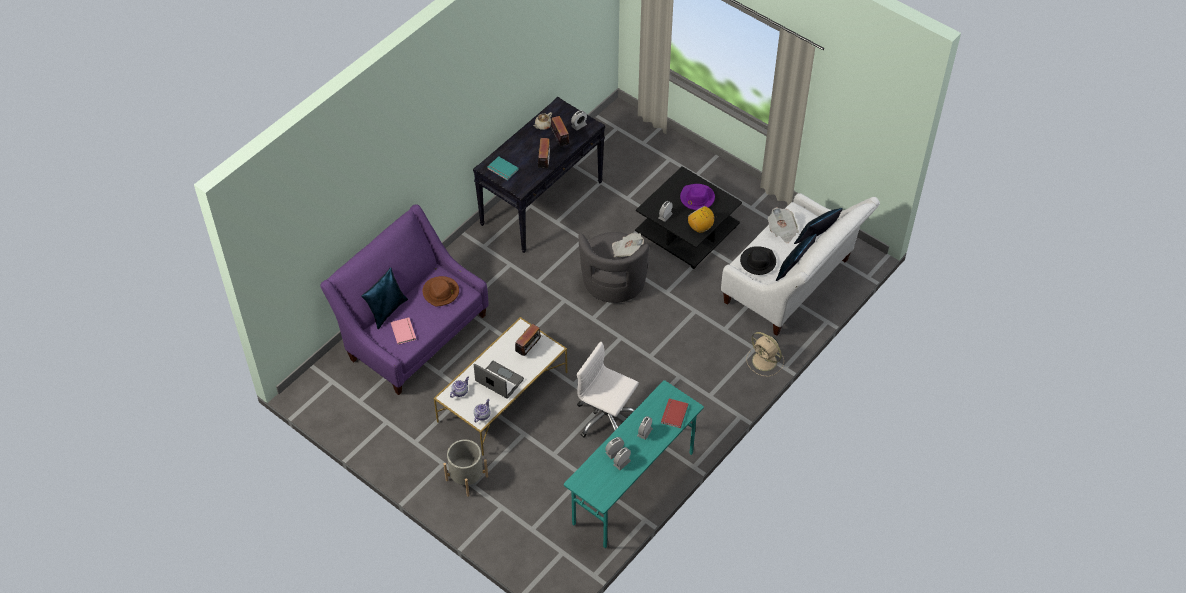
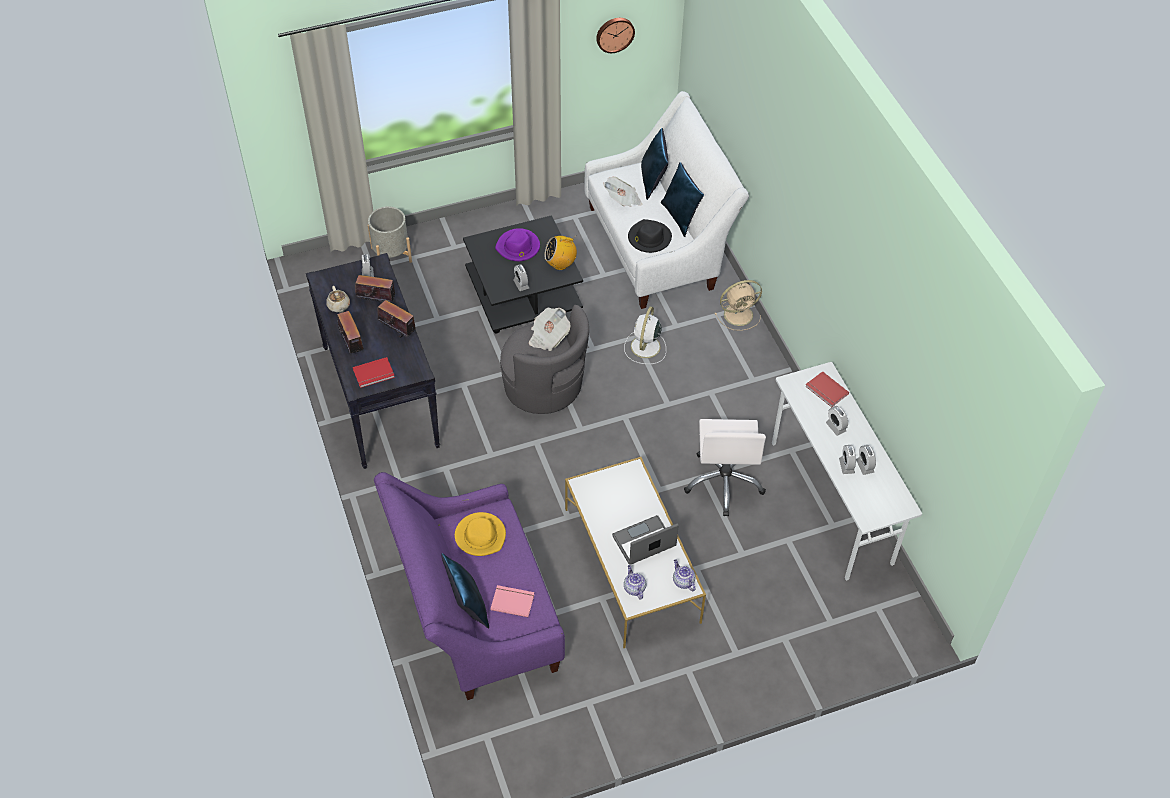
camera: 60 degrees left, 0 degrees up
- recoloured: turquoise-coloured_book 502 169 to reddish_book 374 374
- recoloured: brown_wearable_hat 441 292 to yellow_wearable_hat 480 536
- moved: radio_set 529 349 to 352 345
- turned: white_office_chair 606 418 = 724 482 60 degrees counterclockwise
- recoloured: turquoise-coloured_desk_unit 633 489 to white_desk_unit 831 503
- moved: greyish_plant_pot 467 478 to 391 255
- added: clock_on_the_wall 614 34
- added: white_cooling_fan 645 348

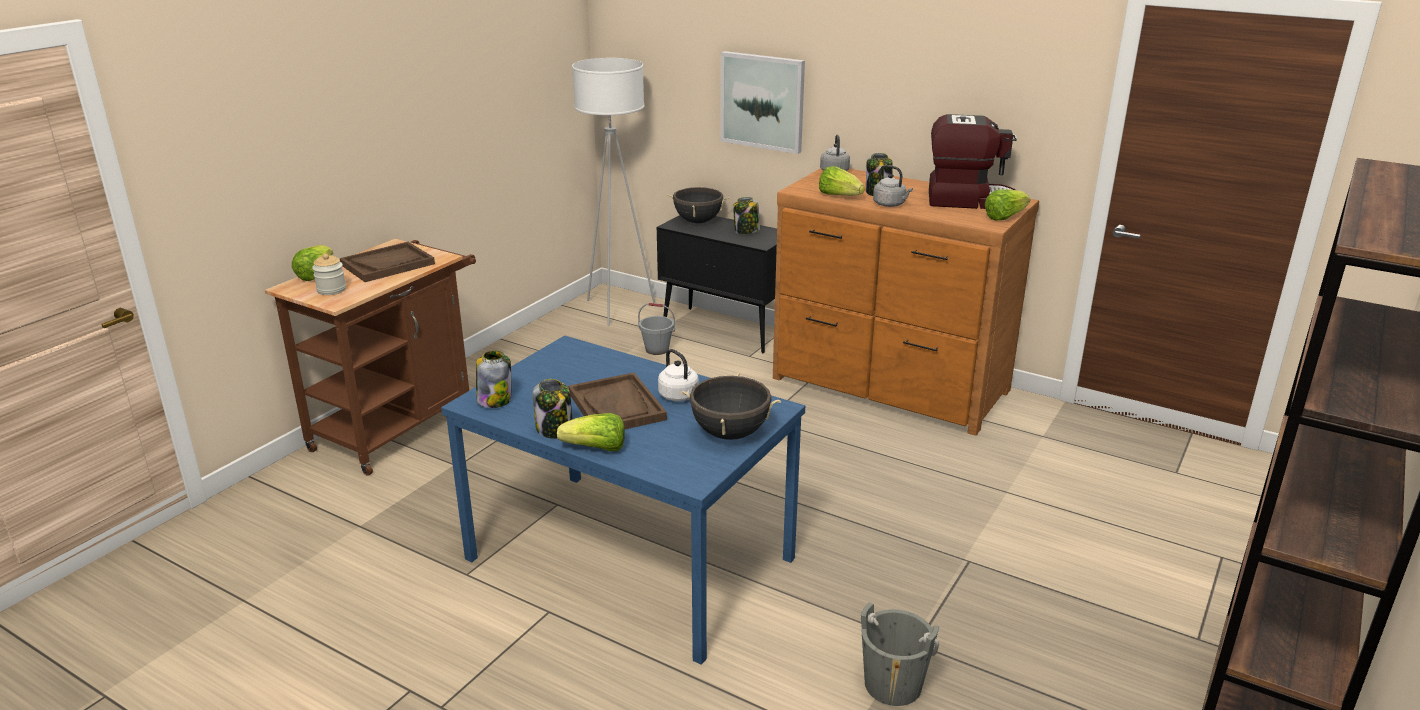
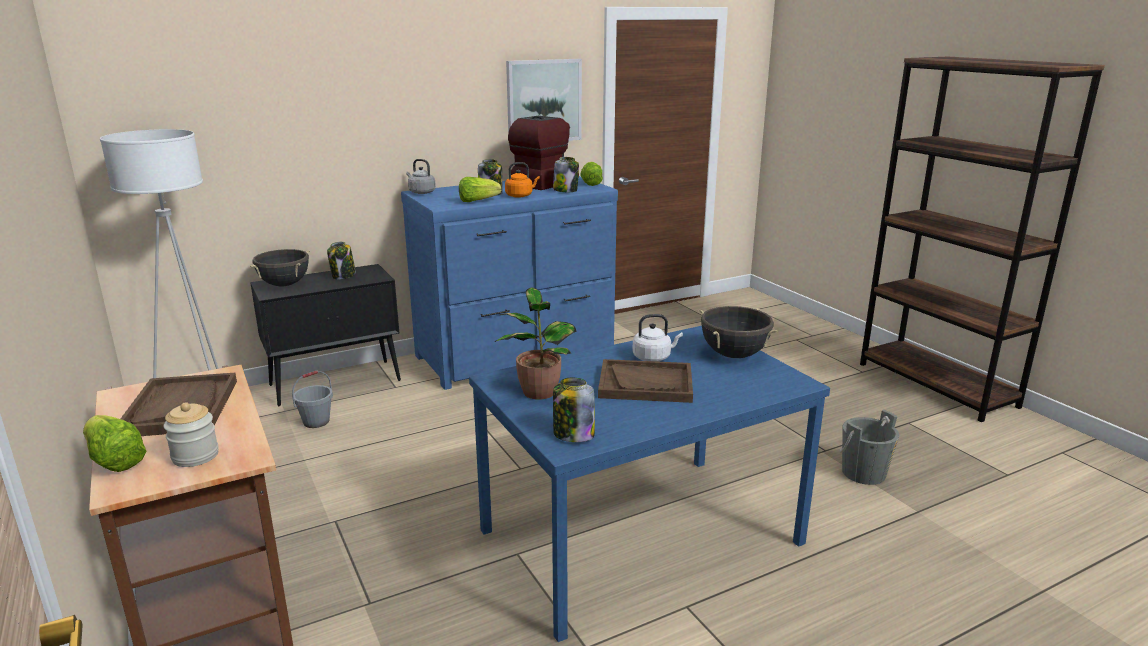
camera: 60 degrees left, 5 degrees down
- moved: picture 762 101 to 543 101
- recoloured: greyish_water_kettle 890 204 to orange-coloured_water_kettle 520 196
- recoloured: brown_dresser 889 386 to blue_dresser 517 355
- moved: jar 555 429 to 565 190
- removed: head_of_lettuce 596 449
- added: houseplant 538 391

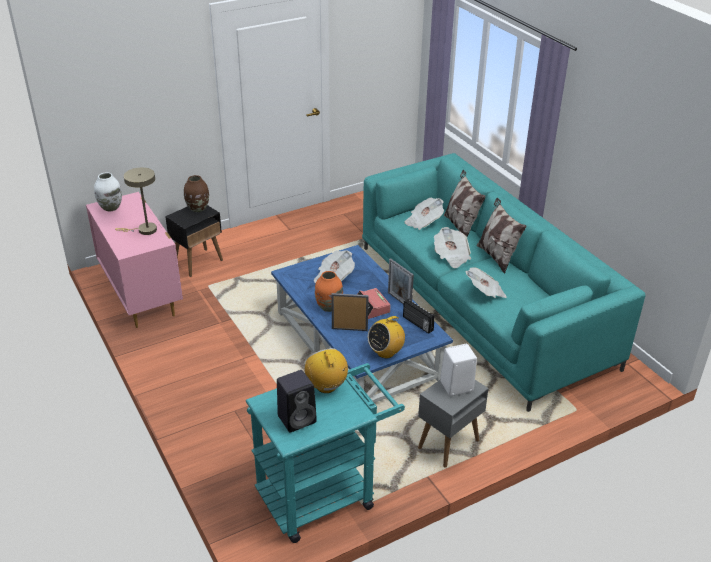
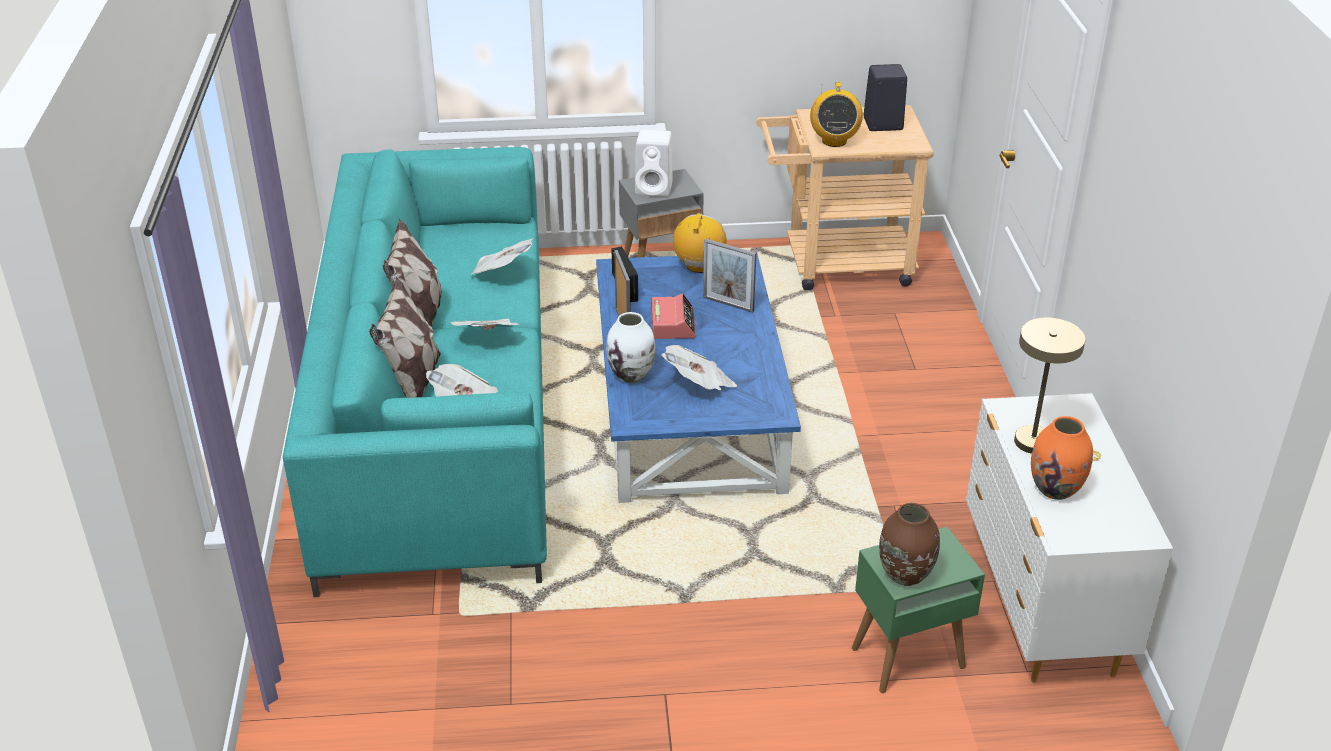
camera: 155 degrees left, 0 degrees up
- moved: white_flower_vase 110 207 to 631 375
- recoloured: pink-coloured_dresser 141 295 to white_dresser 1042 608
- recoloured: black_accent_table 198 262 to green-coloured_accent_table 907 658
- moved: orange-coloured_flower_vase 328 307 to 1055 489
- turned: radio_set 386 352 = 699 266 60 degrees counterclockwise
- recoloured: turquoise-coloured_wheeled_cart 324 493 to sand-coloured_wheeled_cart 836 264

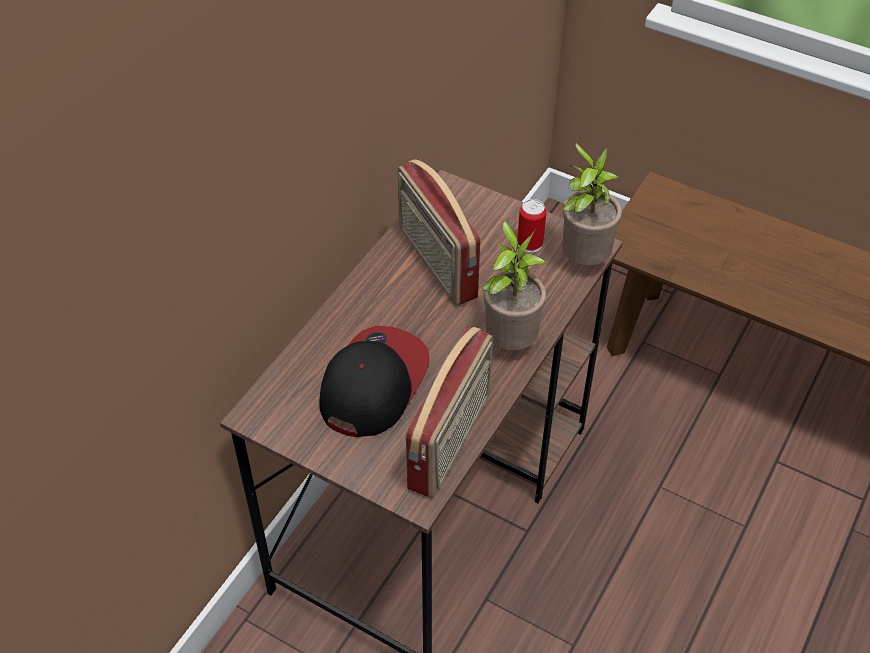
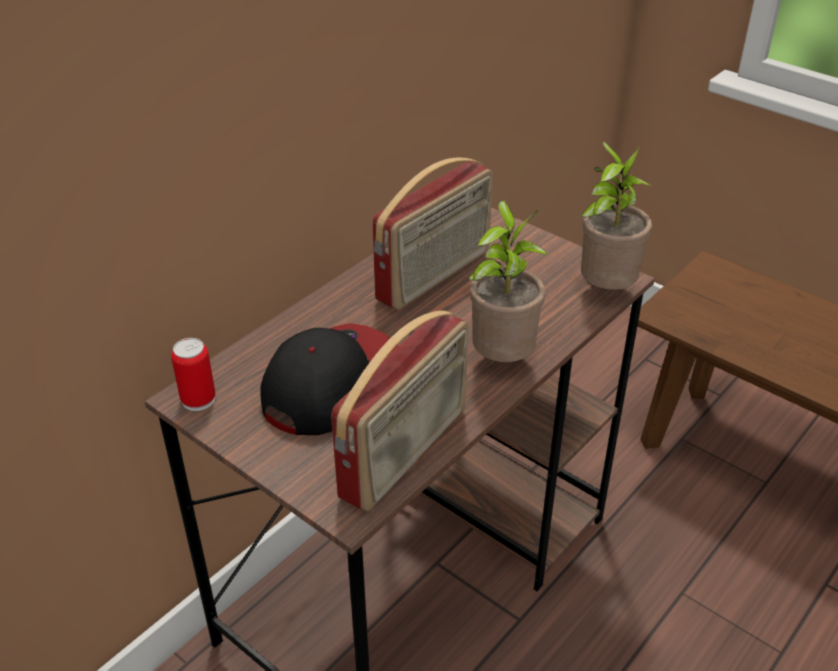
camera: 10 degrees right, 10 degrees down
- turned: radio_set 435 263 = 435 276 120 degrees counterclockwise
- moved: can 530 244 to 198 399

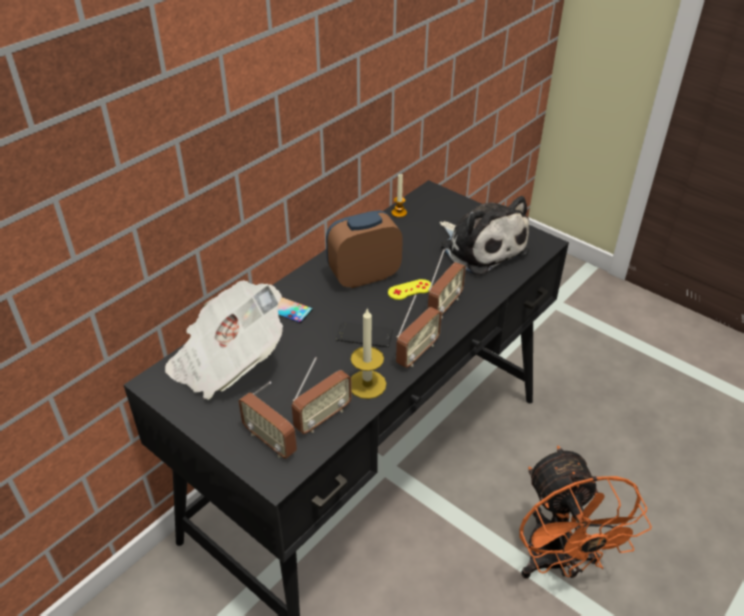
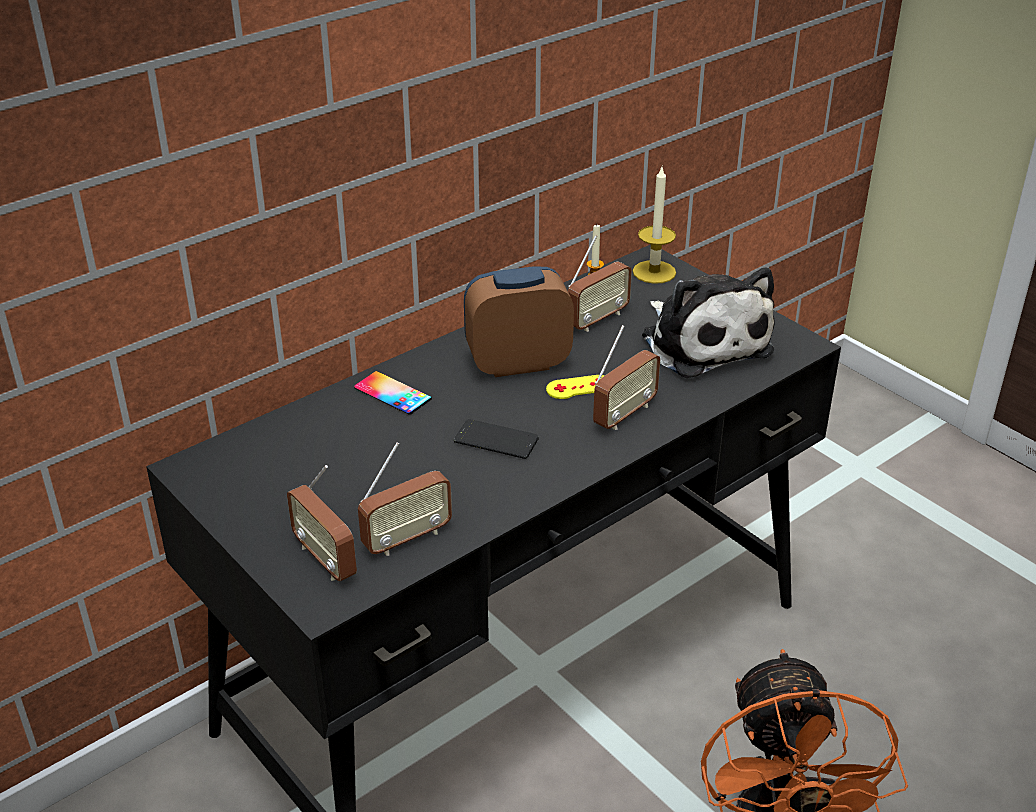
camera: 10 degrees right, 5 degrees down
- removed: daily_paper 227 361
- moved: radio_set 417 353 to 597 319
- moved: wax_light 367 384 to 654 272

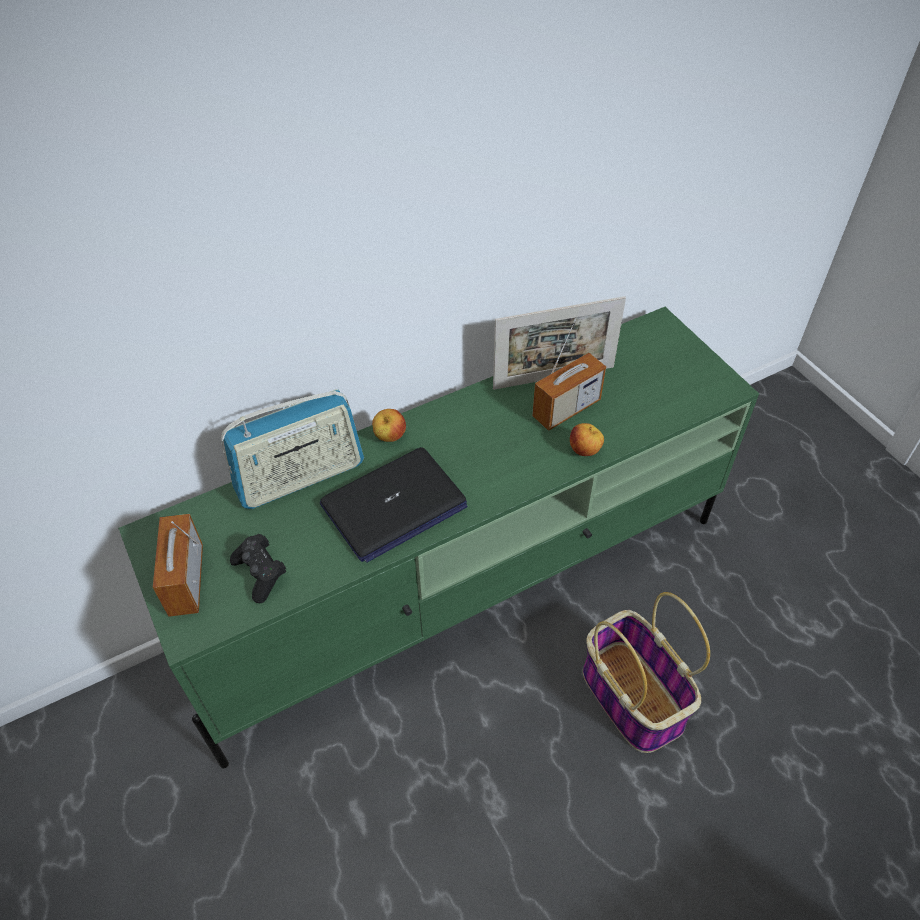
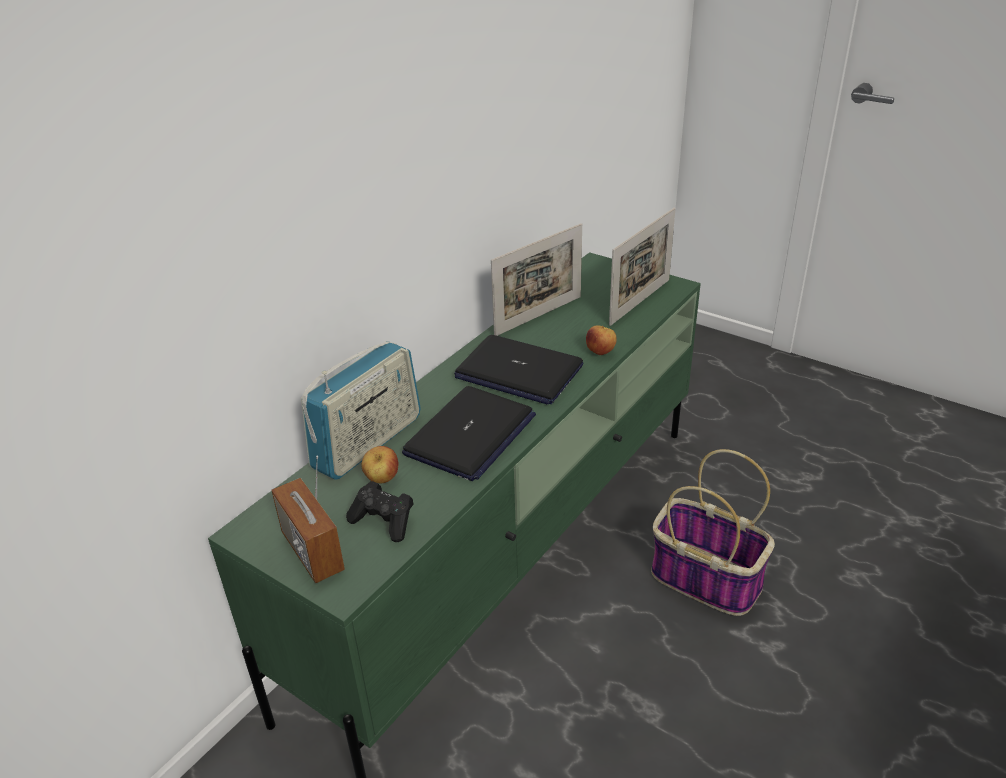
camera: 25 degrees left, 15 degrees down
- removed: radio_set 566 409
- moved: apple_fruit 389 437 to 382 479
- added: photo_frame 640 302
- added: laptop 518 372

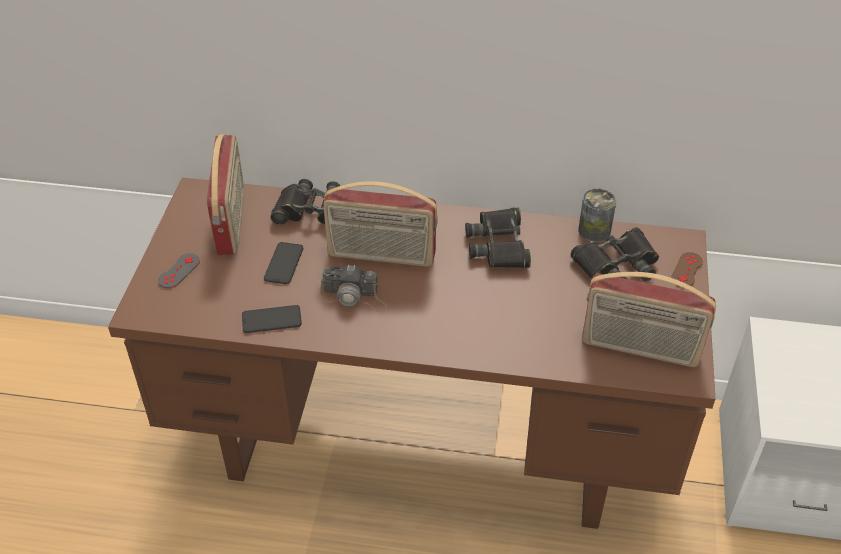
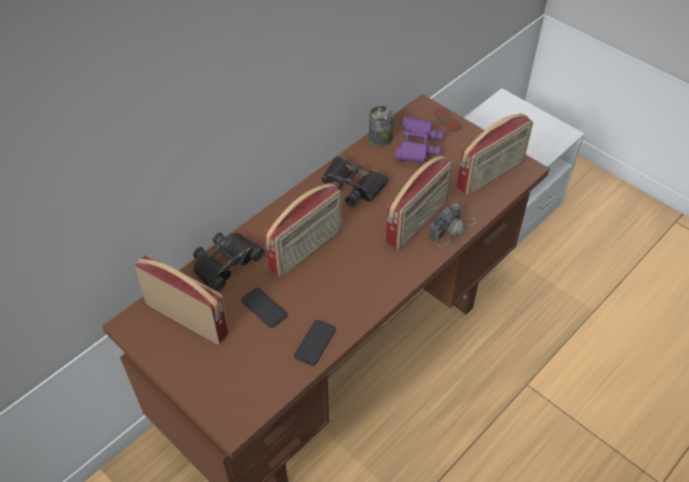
camera: 55 degrees left, 5 degrees up
- recoloured: black_pair_of_binoculars 617 265 to purple_pair_of_binoculars 417 145
- removed: greyish_game_controller 179 271
- moved: still_camera 354 297 to 452 229
- added: radio_set 417 223

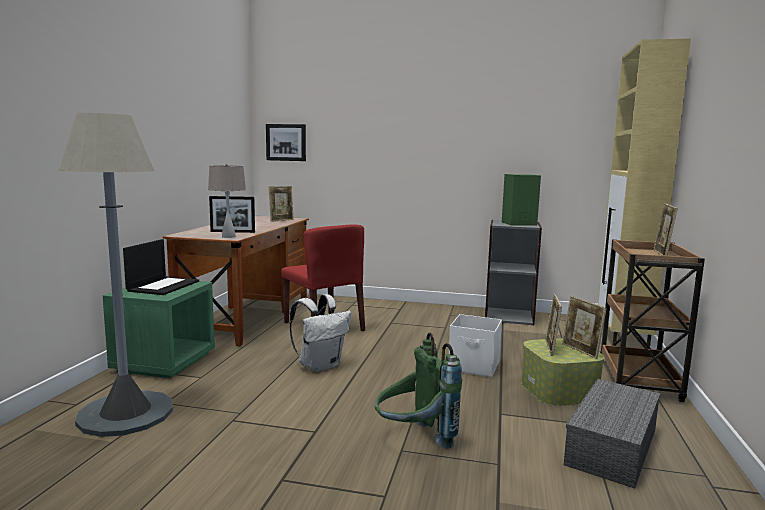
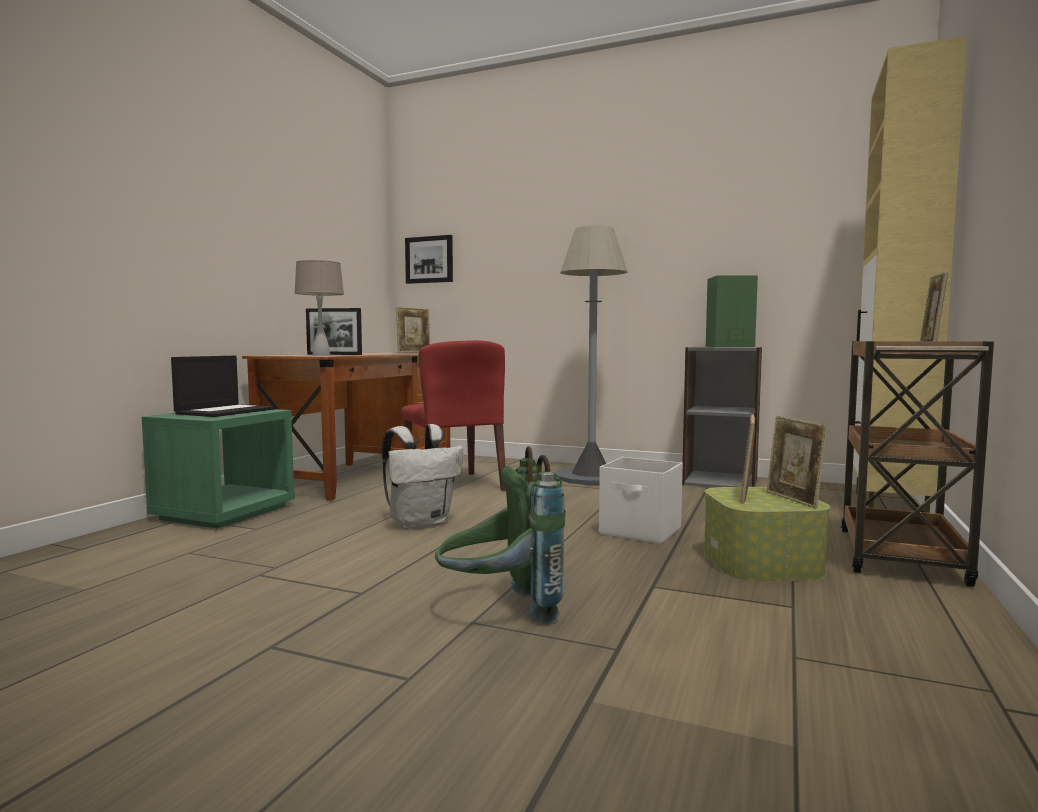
camera: 10 degrees right, 5 degrees down
- moved: greyish_standard_lamp 126 413 to 591 476
- removed: greyish_storage_container 613 448

